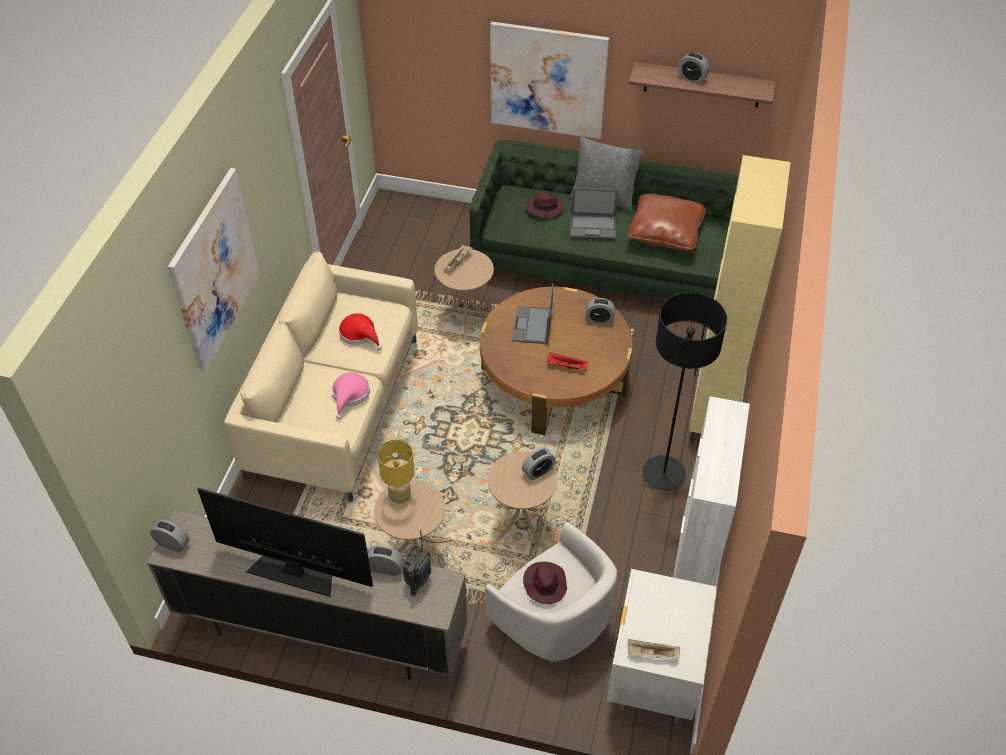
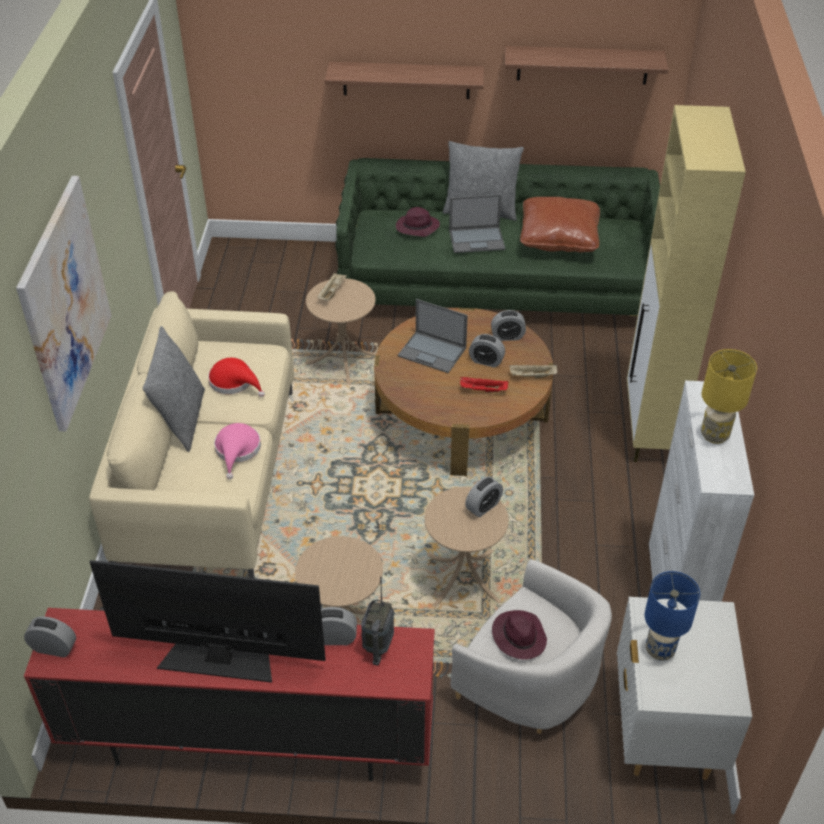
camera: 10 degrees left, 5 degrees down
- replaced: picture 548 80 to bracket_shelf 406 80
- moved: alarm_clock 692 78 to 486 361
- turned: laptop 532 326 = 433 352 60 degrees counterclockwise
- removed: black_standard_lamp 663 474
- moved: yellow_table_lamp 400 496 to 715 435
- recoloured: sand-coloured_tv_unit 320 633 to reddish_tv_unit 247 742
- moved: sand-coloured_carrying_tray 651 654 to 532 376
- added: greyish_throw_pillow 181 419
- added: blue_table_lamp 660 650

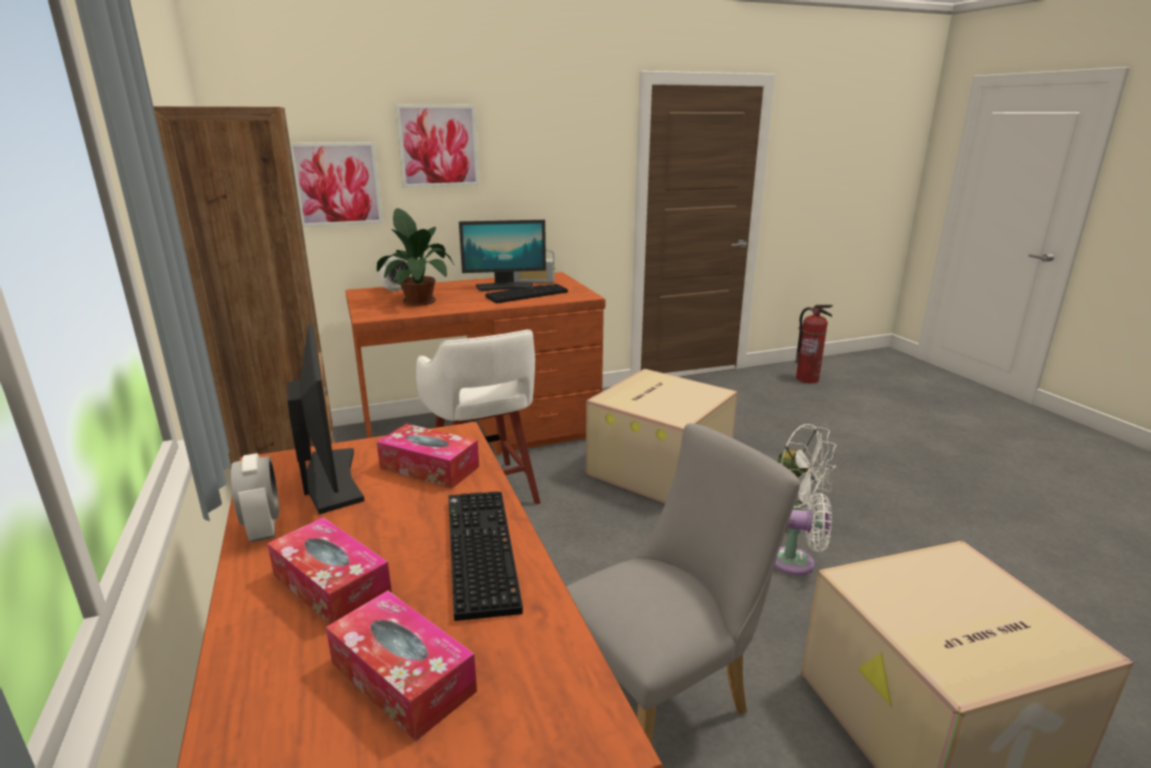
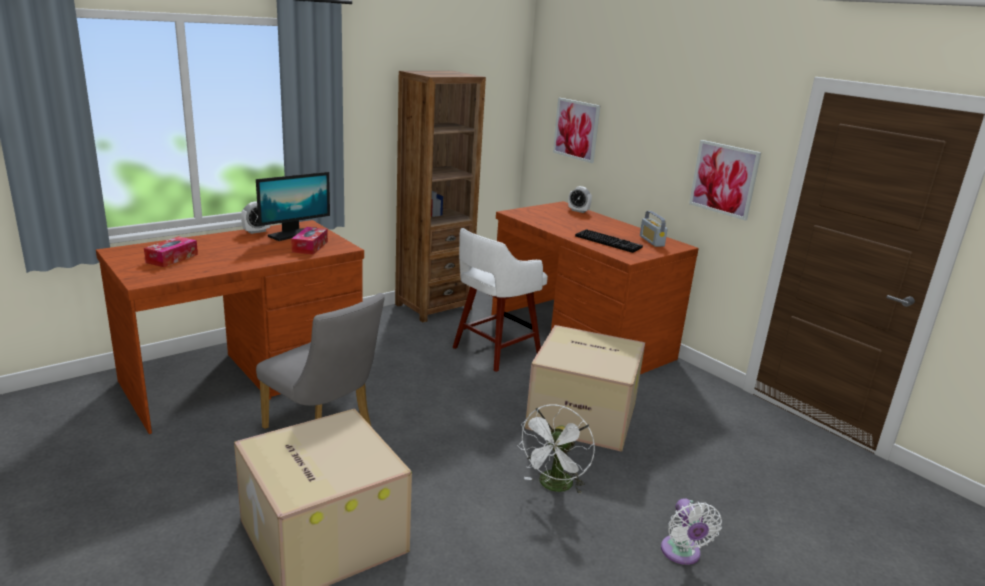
camera: 70 degrees right, 0 degrees up
- moved: picture 438 146 to 724 179
- removed: houseplant 419 300
- removed: computer_screen 505 287
- removed: fire_extinguisher 807 379
- removed: computer_keyboard 477 550
- moved: white_cooling_fan 798 562 to 682 554
- removed: box_of_tissues 331 585

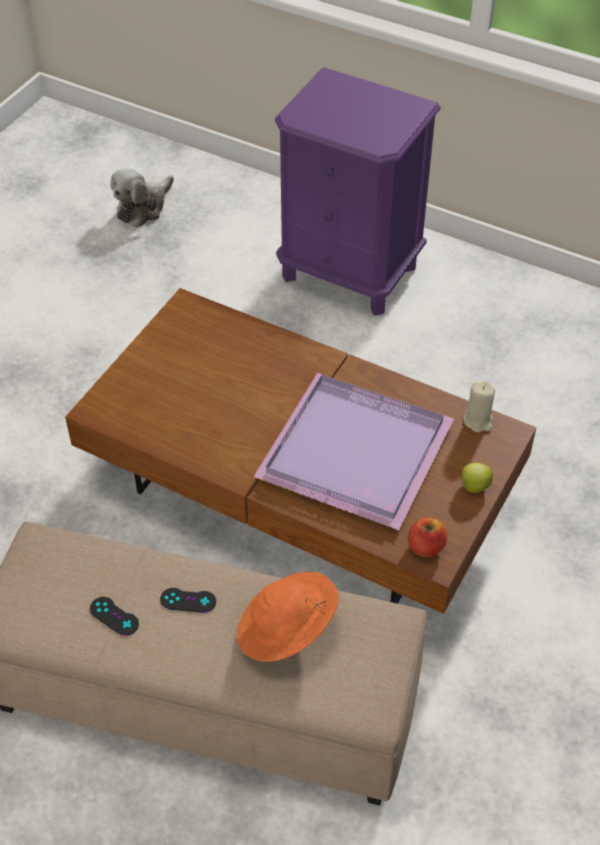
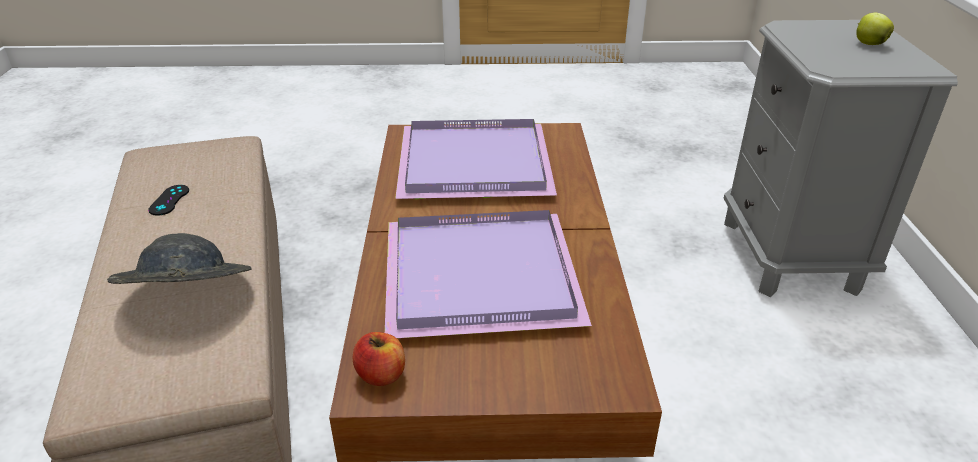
camera: 60 degrees right, 15 degrees down
- recoloured: purple_bedside_table 350 271 to greyish_bedside_table 790 255
- removed: soft_toy 143 207
- removed: sand-coloured_wax_light 478 421
- moved: apple_fruit 473 486 to 868 44
- recoloured: orange-coloured_wearable_hat 286 630 to greyish_wearable_hat 187 298
- removed: black_game_controller 188 600
- added: purple_carrying_tray 477 162

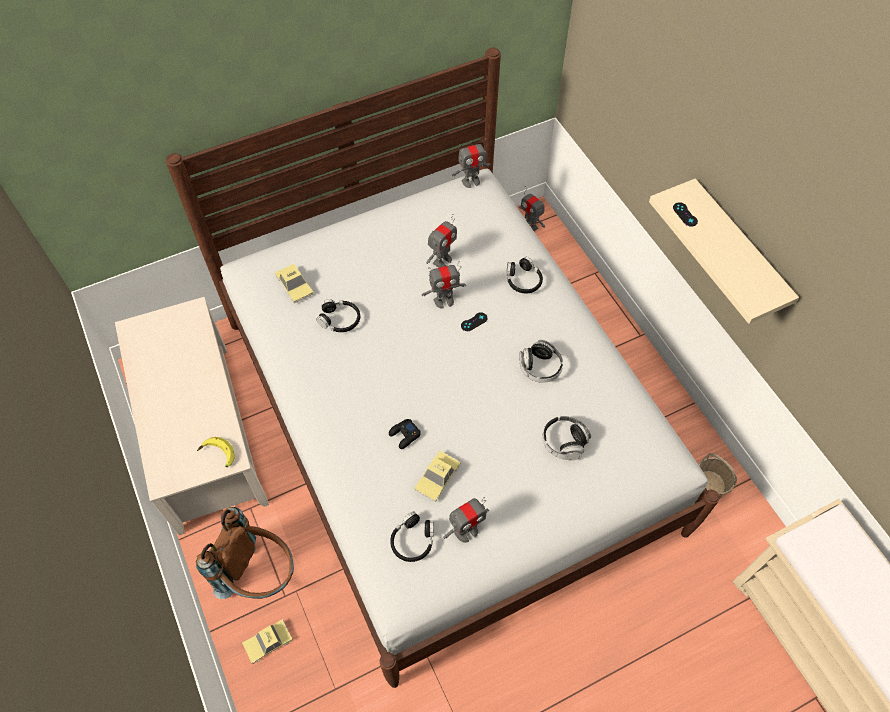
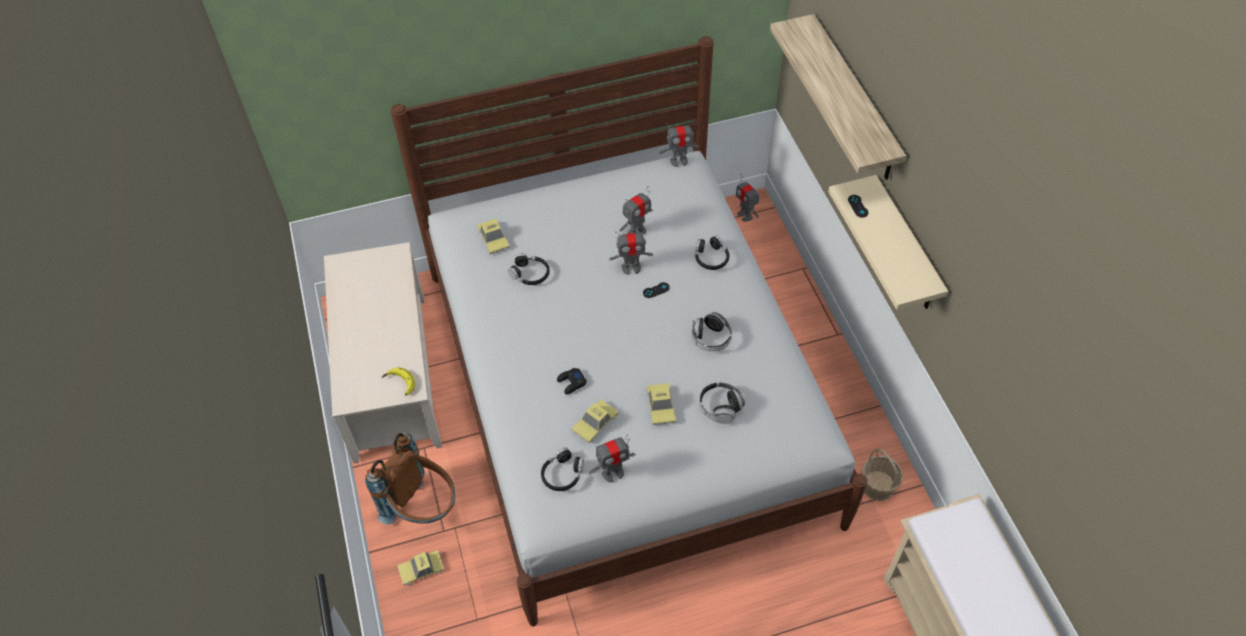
camera: 10 degrees right, 5 degrees down
- added: bracket_shelf 853 100
- added: model_car 660 406

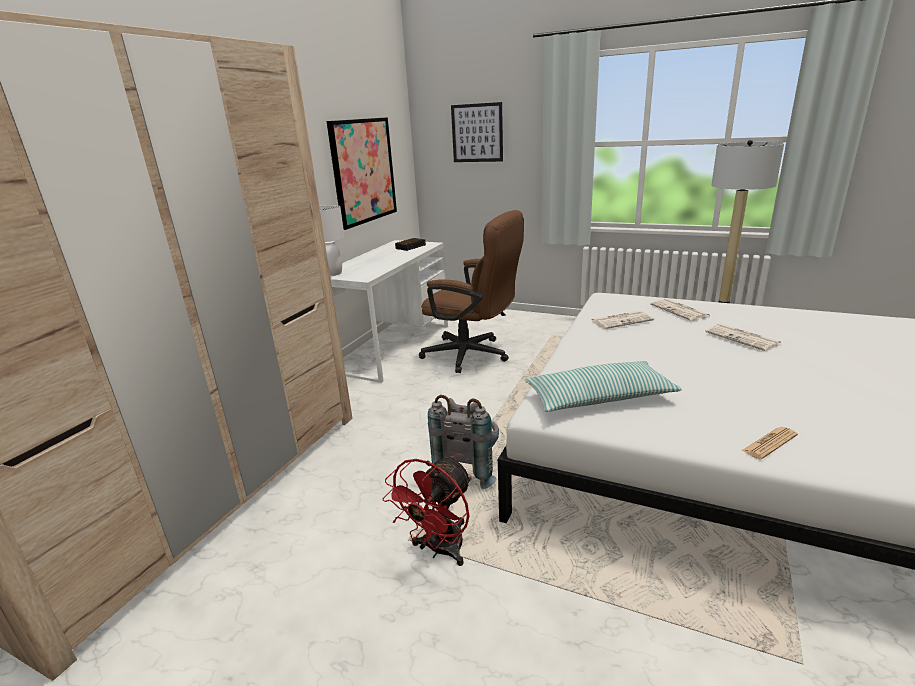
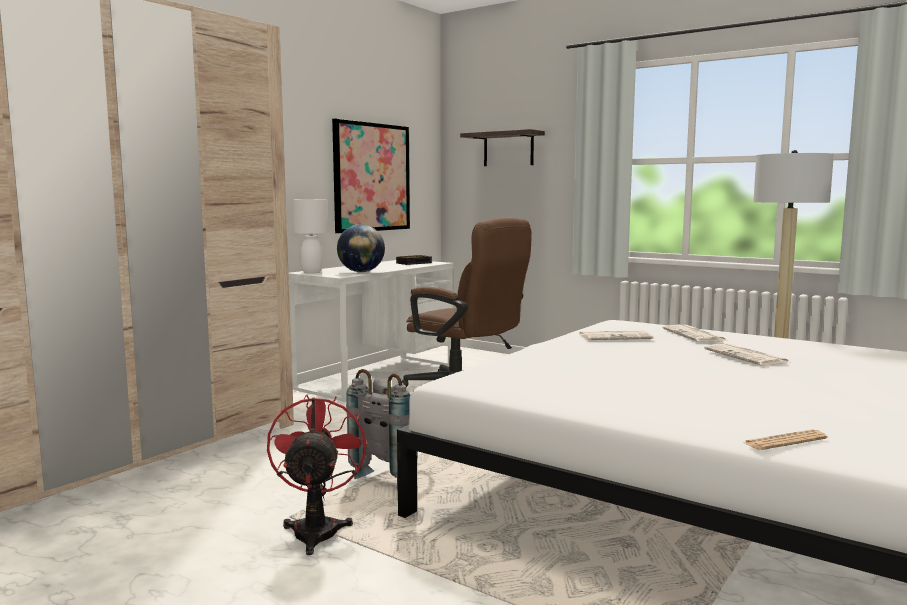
camera: 10 degrees right, 15 degrees down
- replaced: picture 477 133 to bracket_shelf 508 149
- removed: throw_pillow 599 398
- moved: daily_paper 769 443 to 784 441
- turned: reddish_cooling_fan 439 550 = 317 529 135 degrees clockwise
- added: world_globe 361 272

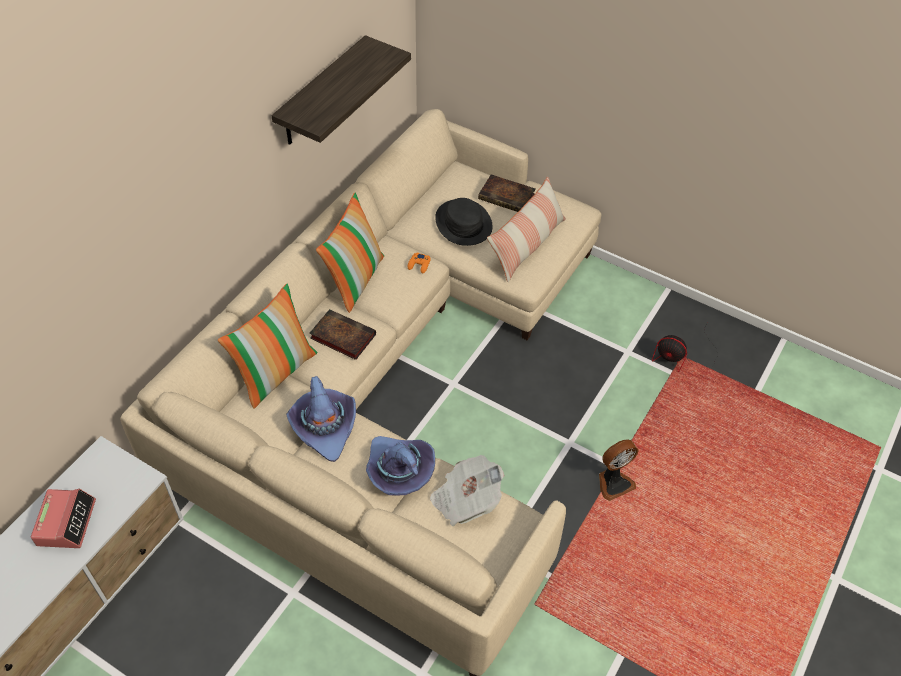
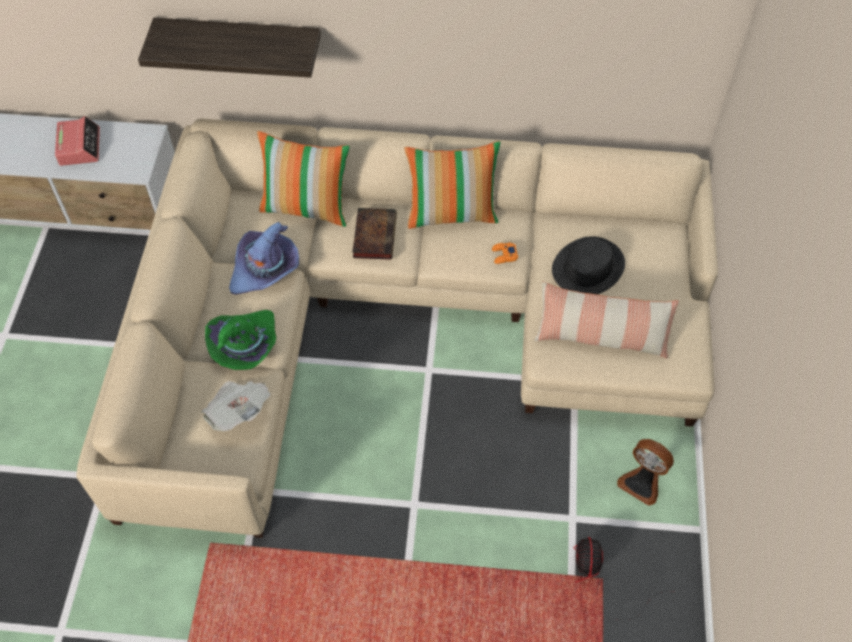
camera: 65 degrees right, 5 degrees up
- moved: bracket_shelf 322 93 to 240 42
- removed: book 508 197
- recoloured: purple_wearable_hat 398 470 to green-coloured_wearable_hat 245 345
- moved: cooling_fan 613 483 to 642 483
- turned: alarm_clock 66 522 = 79 147 75 degrees counterclockwise

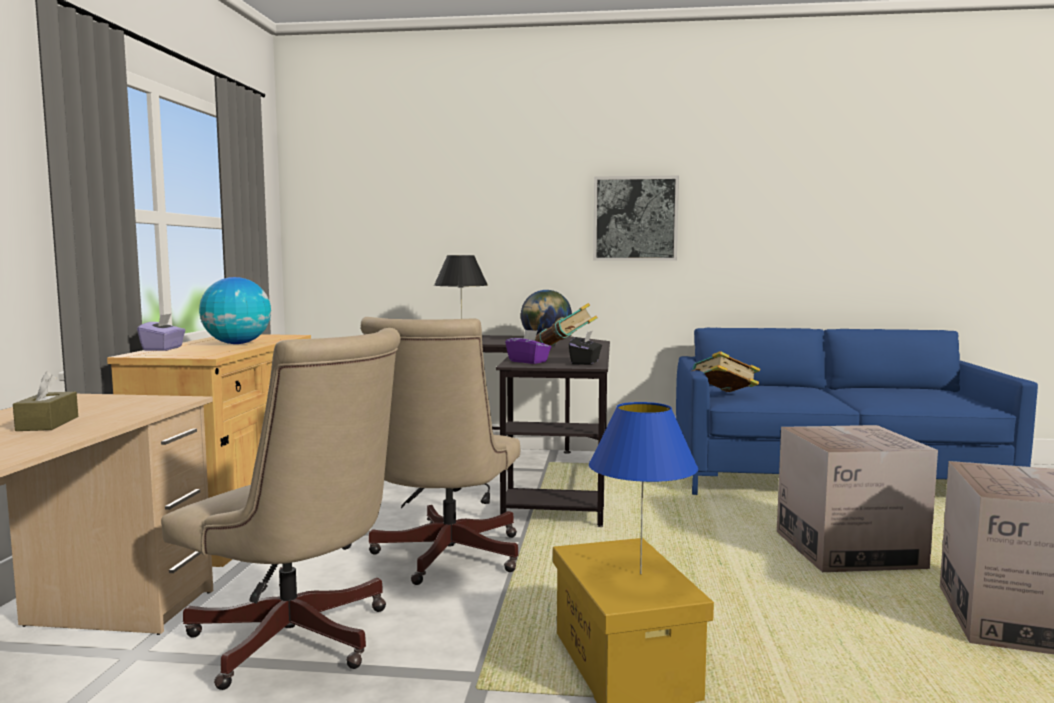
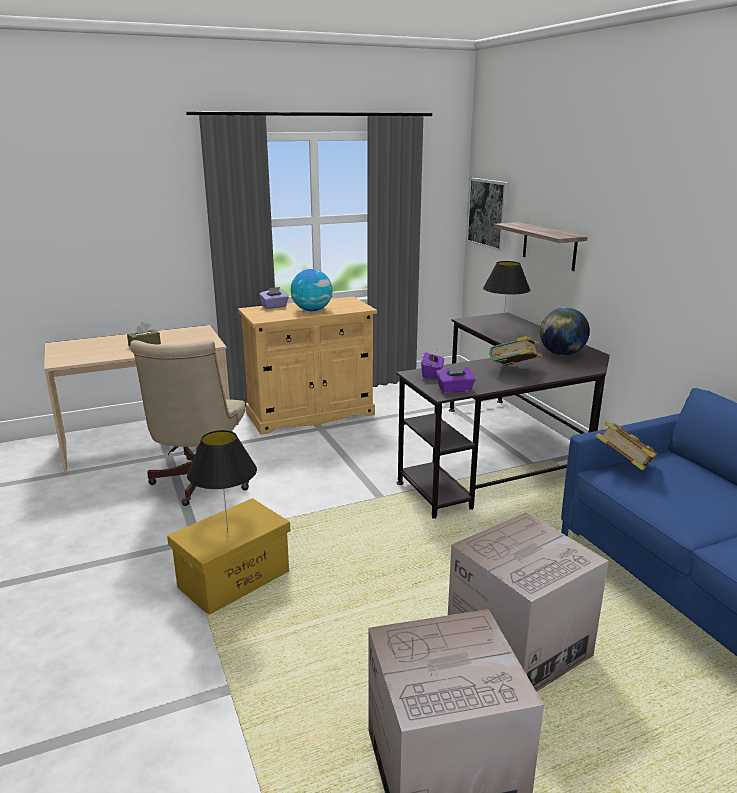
camera: 60 degrees right, 15 degrees up
- moved: picture 635 218 to 488 213
- removed: sand-coloured_office_chair 443 558
- recoloured: black_box_of_tissues 585 362 to purple_box_of_tissues 455 390
- recoloured: blue_table_lamp 641 574 to black_table_lamp 227 533
- added: bracket_shelf 549 246

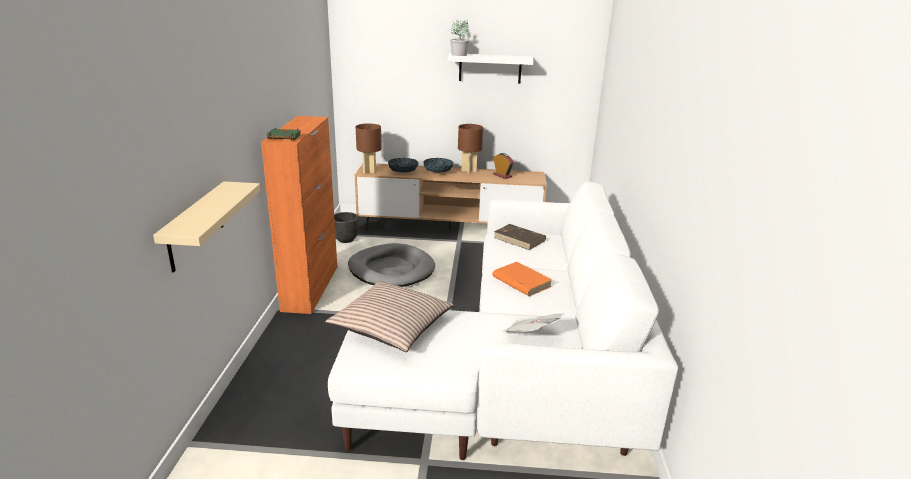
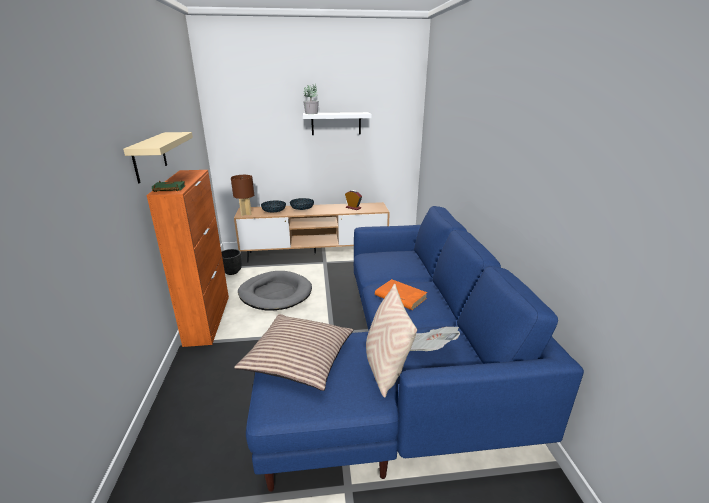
camera: 10 degrees left, 0 degrees up
- removed: brown_table_lamp 468 171
- moved: sand-coloured_bracket_shelf 195 226 to 149 156
- recoloured: white_couch 521 367 to blue_couch 406 369
- removed: brown_book 520 239
- added: sand-coloured_throw_pillow 385 368

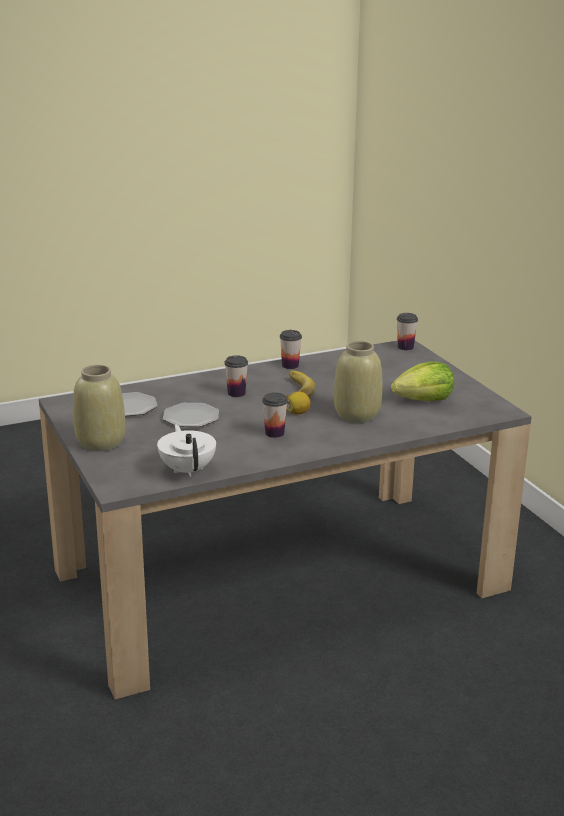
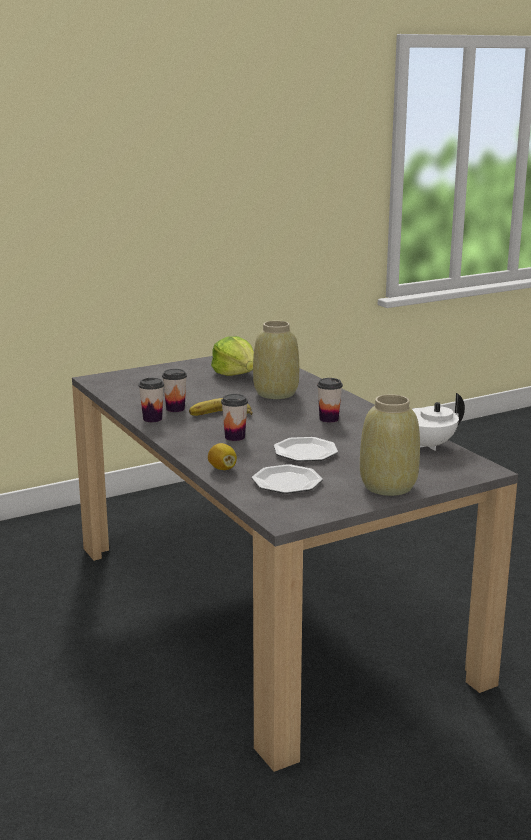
camera: 95 degrees left, 5 degrees down
- moved: cup 405 347 to 175 409
- moved: lemon 298 413 to 222 468

